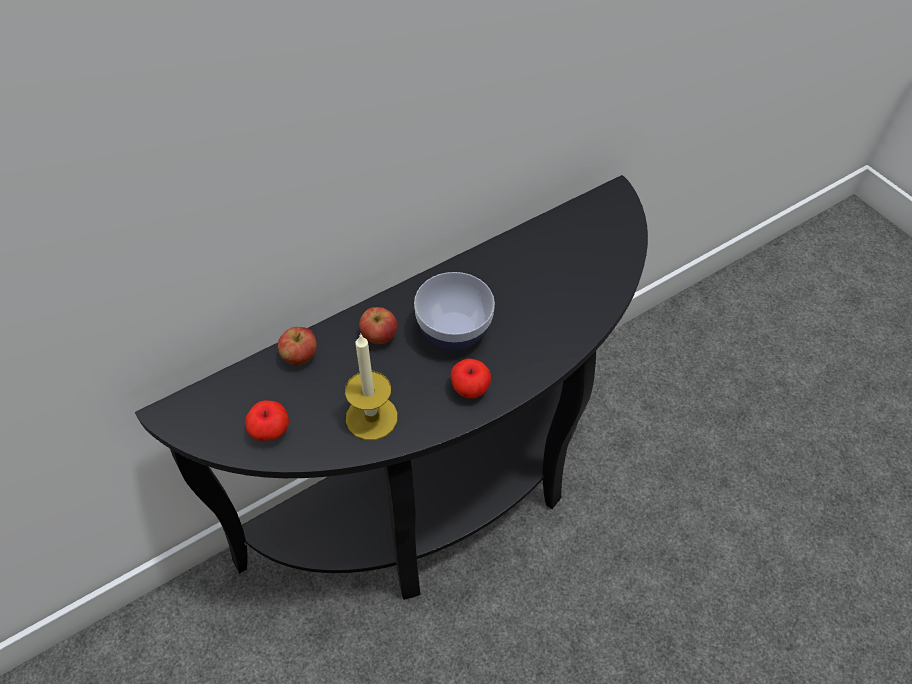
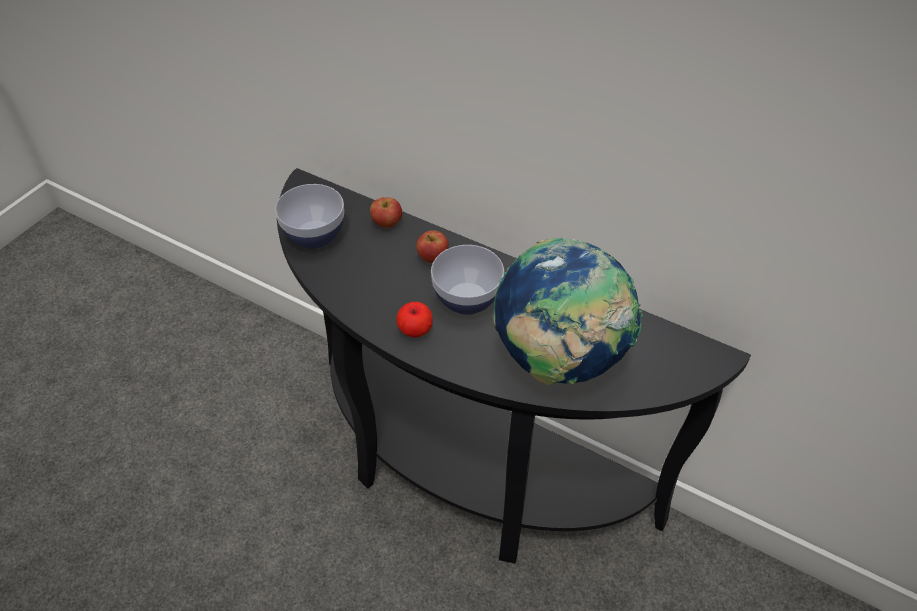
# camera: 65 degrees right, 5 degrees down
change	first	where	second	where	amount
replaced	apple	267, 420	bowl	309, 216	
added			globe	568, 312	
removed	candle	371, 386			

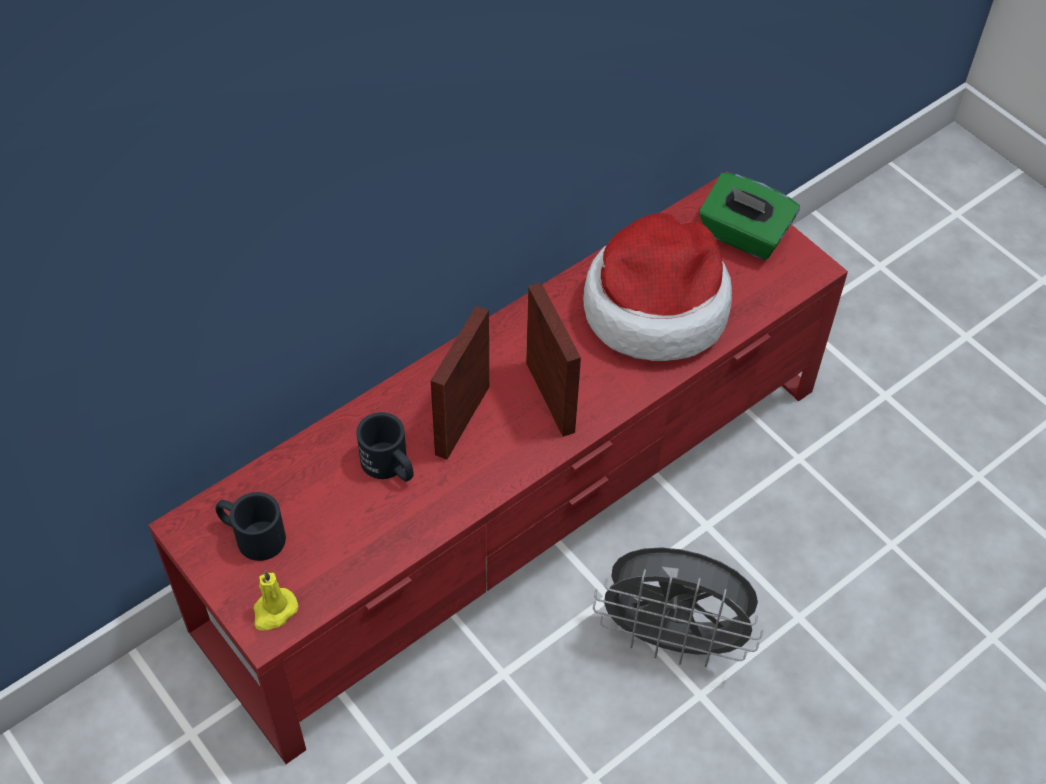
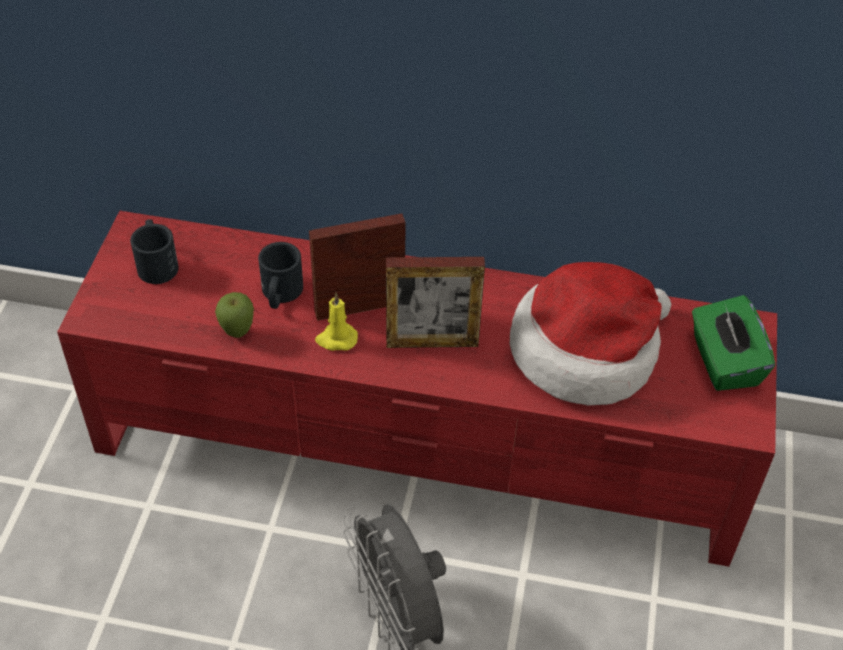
# camera: 50 degrees right, 5 degrees down
change	first	where	second	where	amount
added			apple	234, 315	
moved	yellow candle	275, 600		336, 322	
turned	picture frame	553, 359		435, 302	60 degrees clockwise

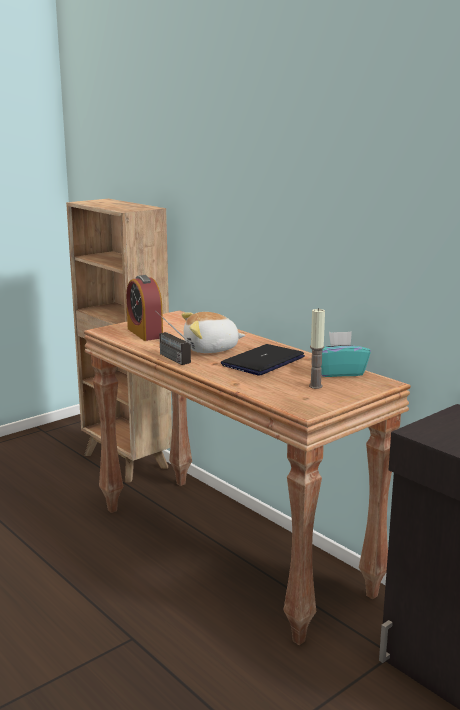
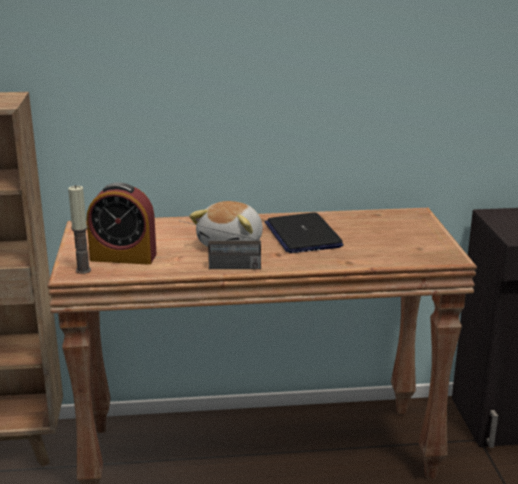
# camera: 55 degrees left, 5 degrees up
change	first	where	second	where	amount
moved	candle	317, 348		79, 229	
removed	turquoise tissue box	346, 354			

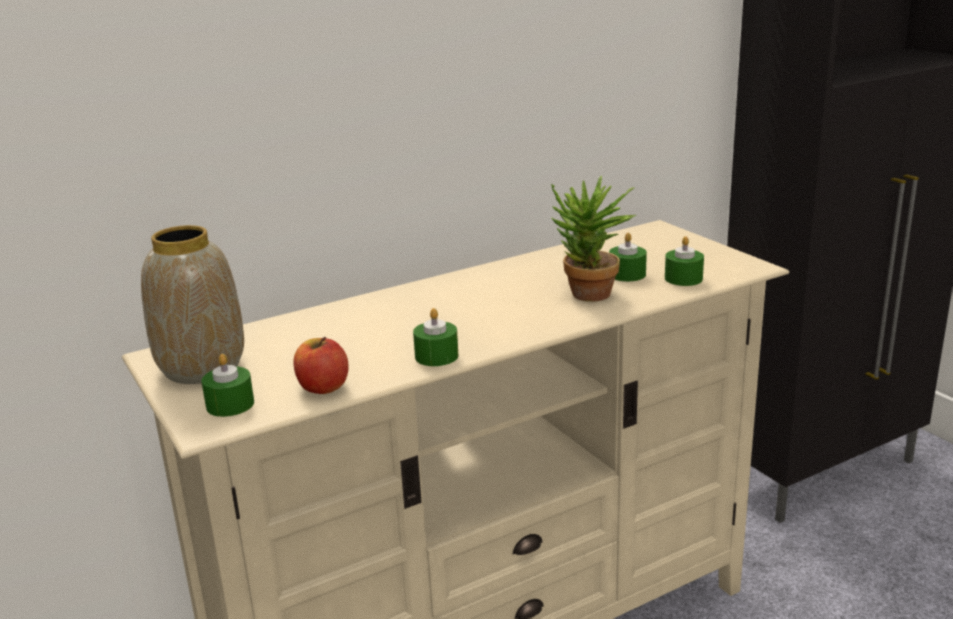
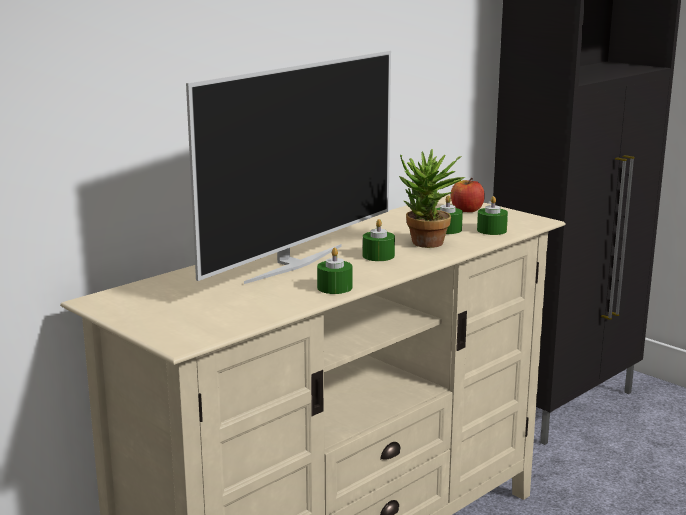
# camera: 15 degrees left, 5 degrees down
change	first	where	second	where	amount
added			television	288, 167	
moved	green candle	227, 385		379, 240	
moved	apple	320, 365		468, 195	
removed	vase	192, 304			

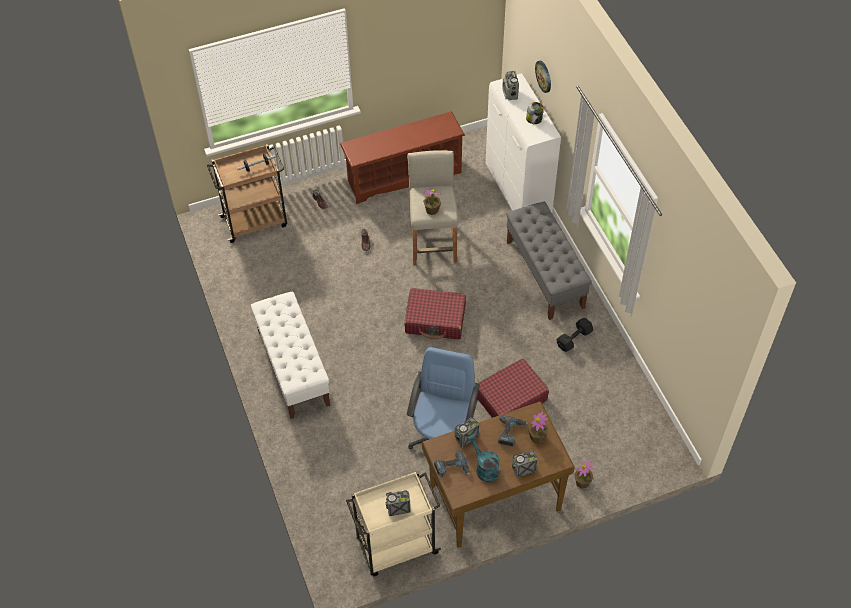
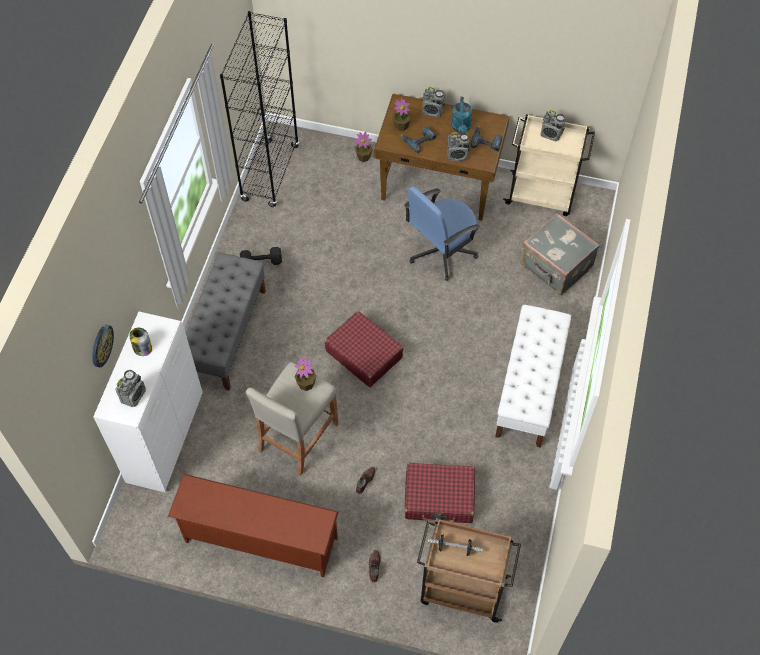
# camera: 145 degrees left, 5 degrees up
change	first	where	second	where	amount
added			black bookcase	259, 109	
moved	red suitcase	513, 388		440, 493	
added			grey suitcase	560, 254	

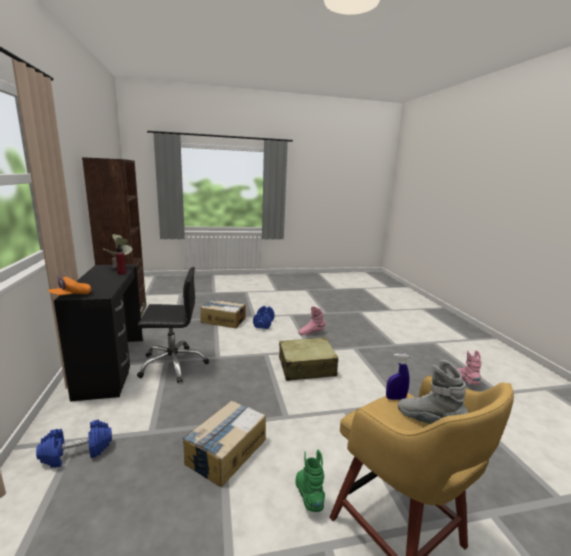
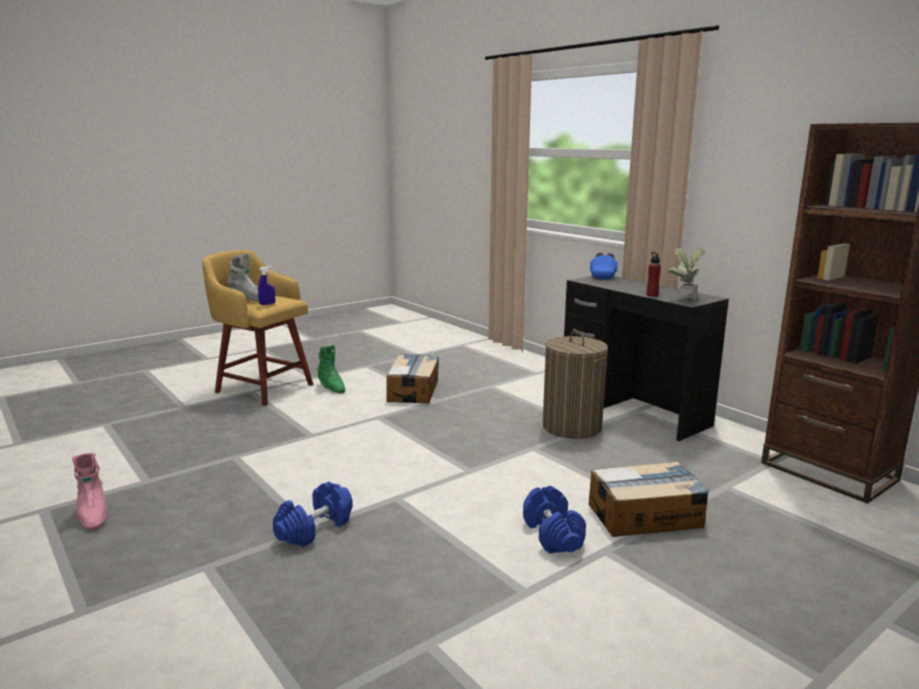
# camera: 155 degrees right, 0 degrees up
change	first	where	second	where	amount
moved	blue dumbbell	74, 444		313, 514	
replaced	black office chair	173, 325	laundry basket	575, 384	
recoloured	orange cap	69, 285	blue cap	604, 266	
removed	beige suitcase	308, 359			
removed	pink boot	311, 320			

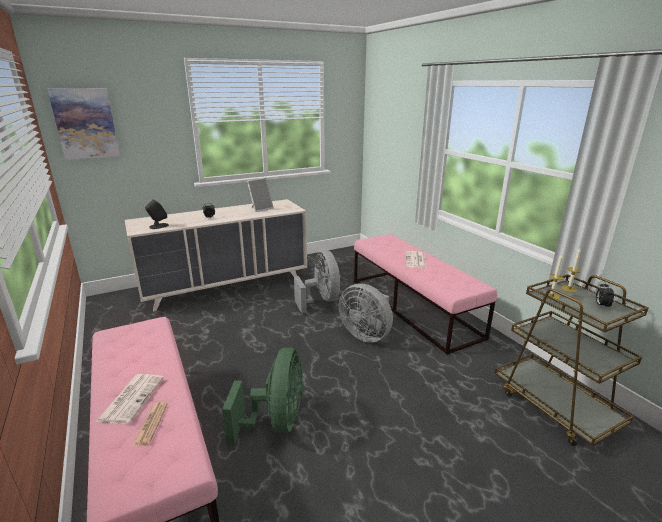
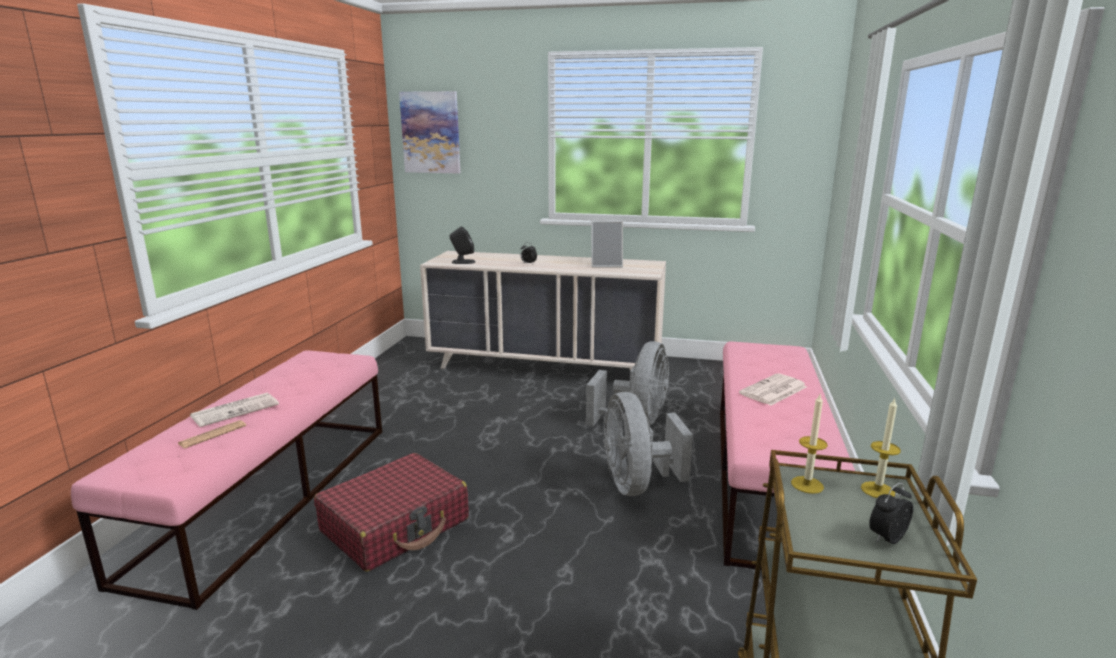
# camera: 40 degrees right, 5 degrees down
change	first	where	second	where	amount
replaced	green fan	263, 395	red suitcase	391, 512	

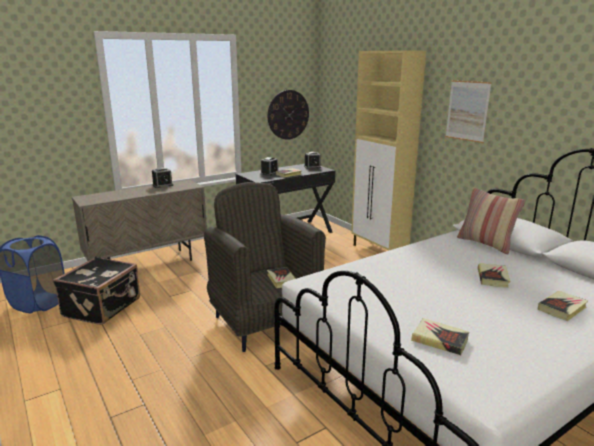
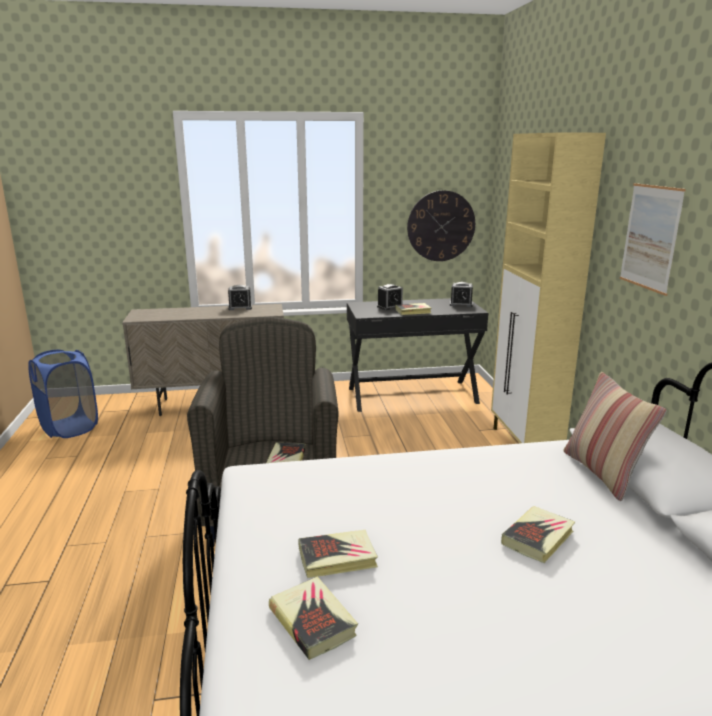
# camera: 25 degrees right, 0 degrees up
change	first	where	second	where	amount
moved	book	563, 306		338, 554	
removed	black suitcase	96, 291			

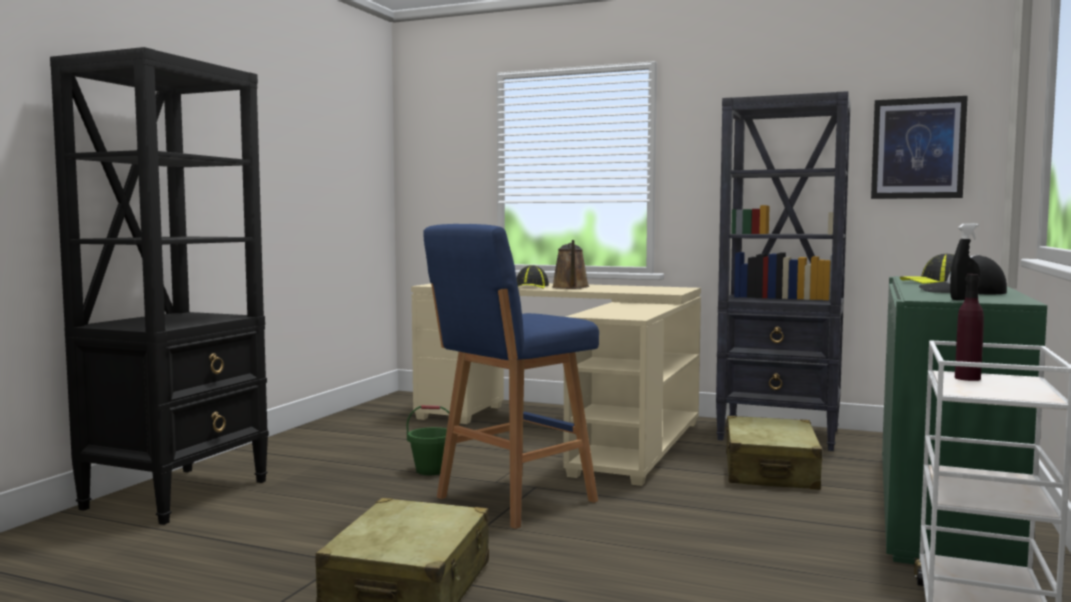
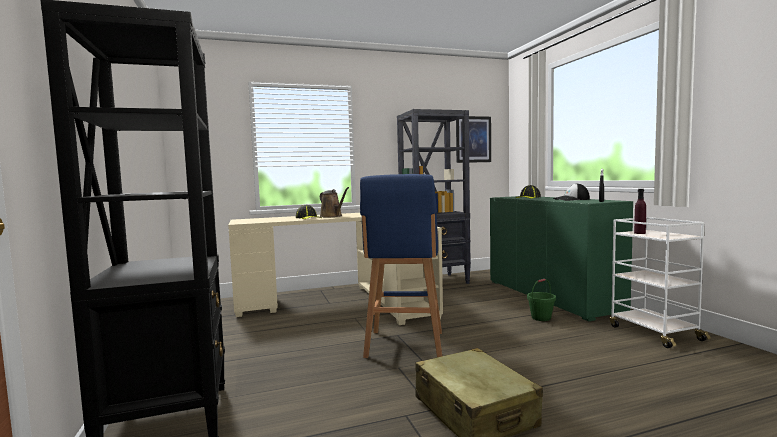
# camera: 40 degrees left, 0 degrees up
change	first	where	second	where	amount
moved	green bucket	428, 440		541, 300	
removed	beige suitcase	774, 453			

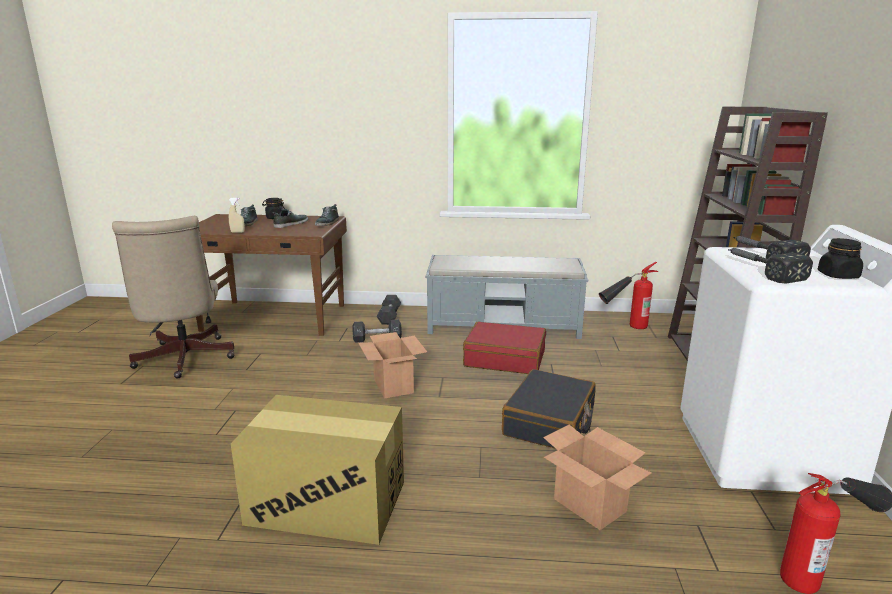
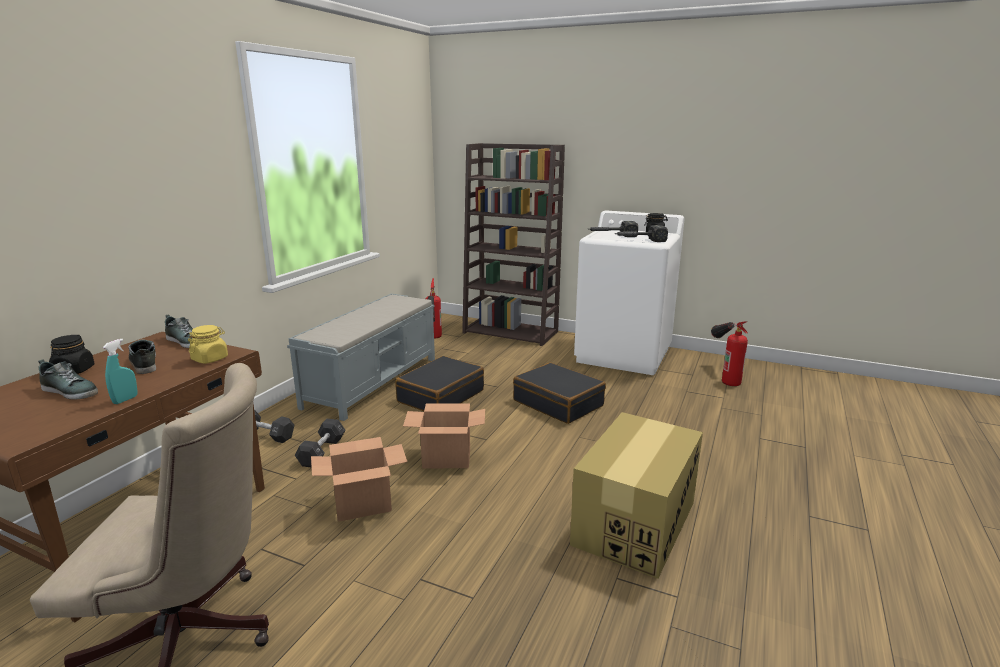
# camera: 70 degrees left, 0 degrees up
change	first	where	second	where	amount
recoloured	beige spray bottle	237, 215	turquoise spray bottle	120, 371	
added			yellow jar	208, 344	
moved	cardboard box	597, 477		359, 479	
recoloured	red suitcase	504, 348	black suitcase	439, 383	

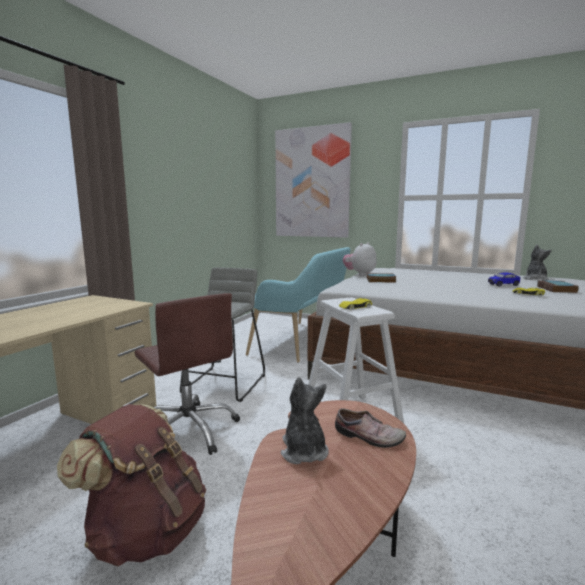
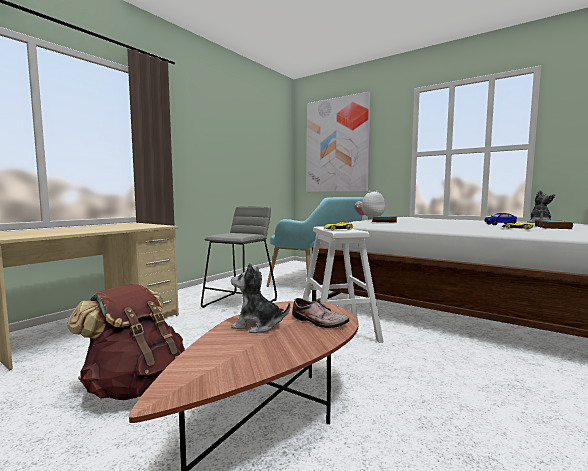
# camera: 10 degrees right, 5 degrees down
change	first	where	second	where	amount
turned	plush toy	305, 420		260, 298	75 degrees counterclockwise
removed	brown office chair	187, 374			

